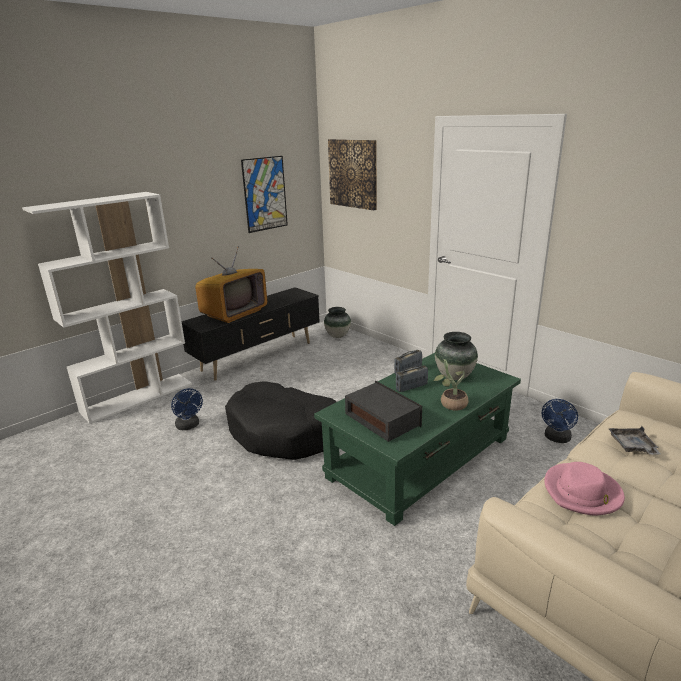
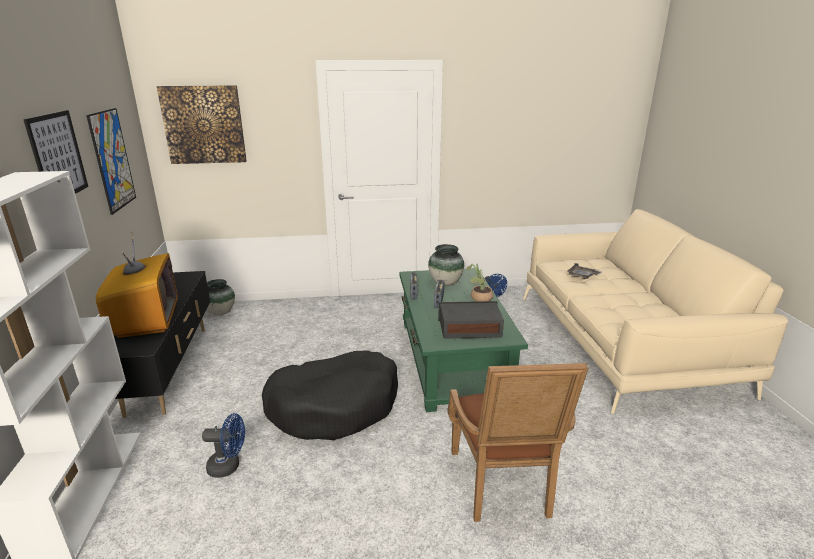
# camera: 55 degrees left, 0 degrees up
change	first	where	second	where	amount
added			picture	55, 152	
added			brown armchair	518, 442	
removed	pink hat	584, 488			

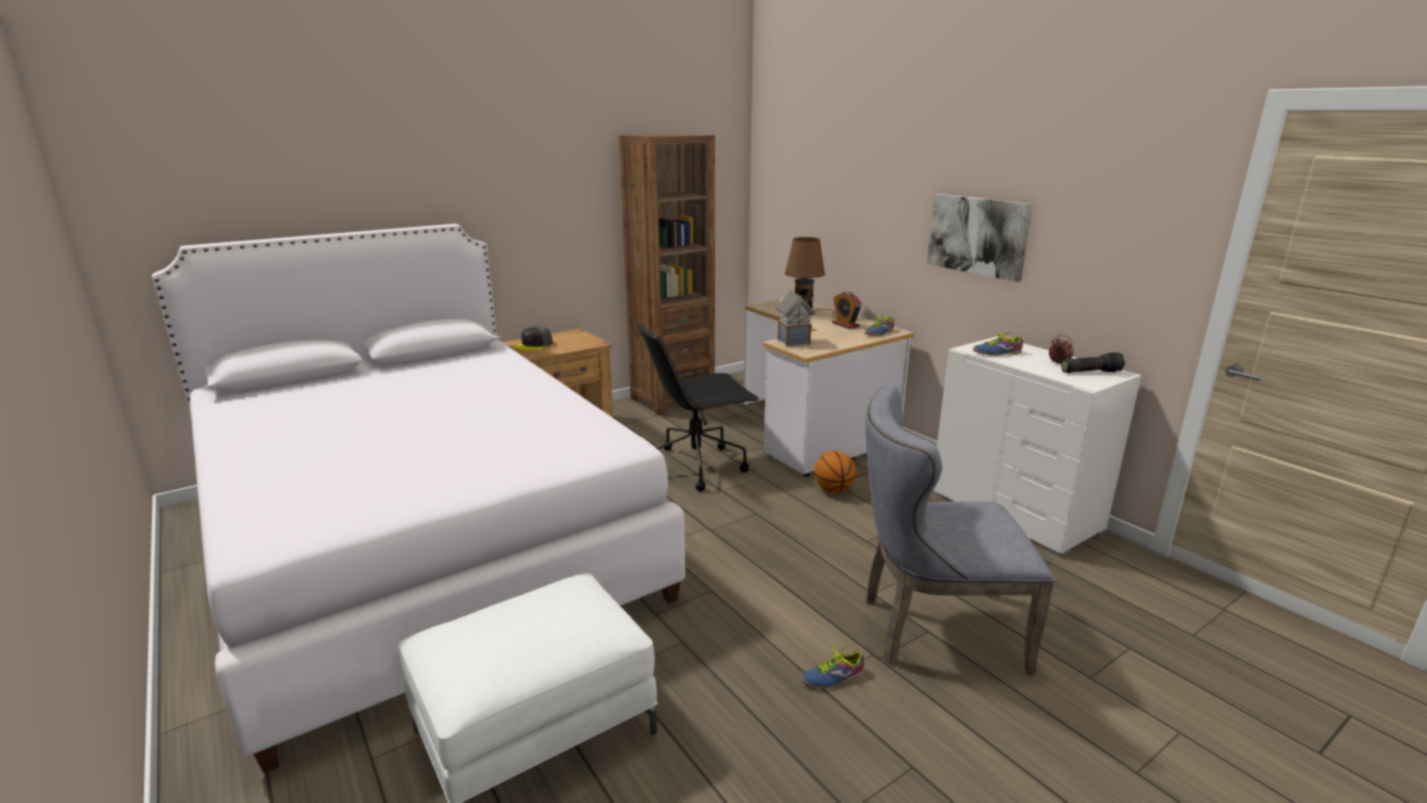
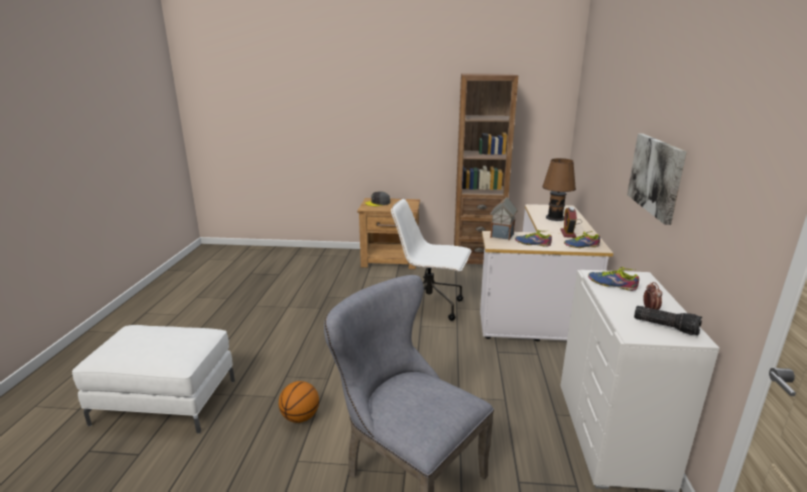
# camera: 40 degrees right, 0 degrees up
change	first	where	second	where	amount
moved	basketball	835, 472		299, 402	
recoloured	black office chair	698, 406	white office chair	431, 260	
moved	shoe	832, 666		533, 238	
removed	white bed	418, 498			

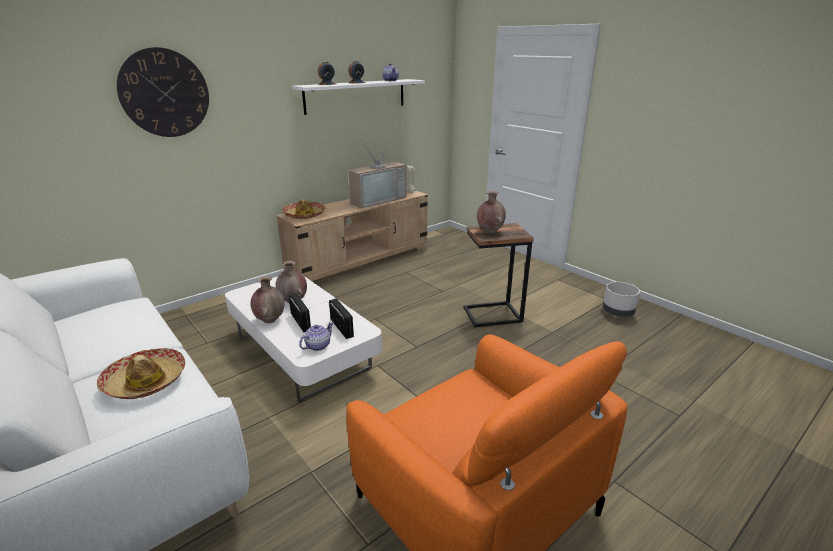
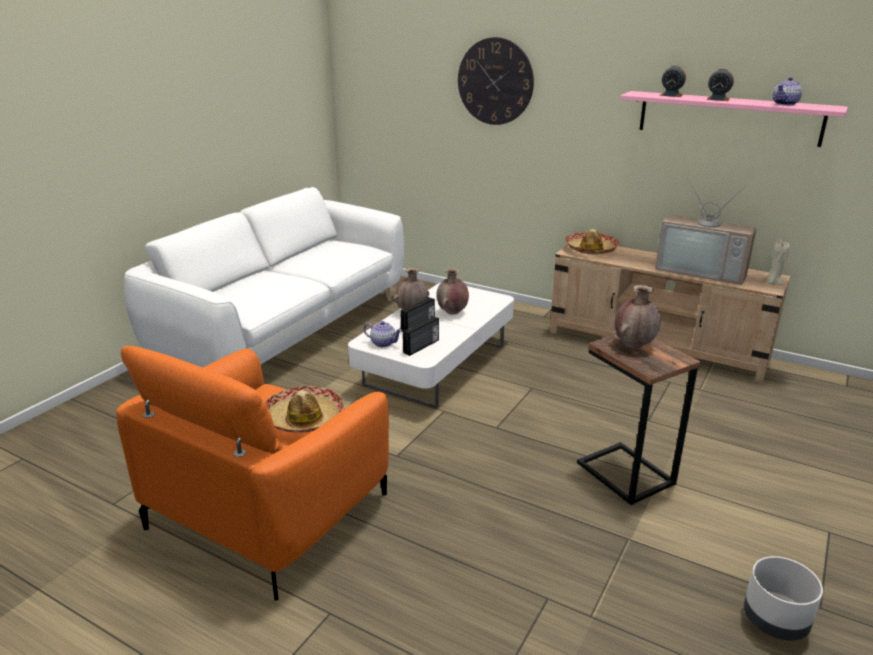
# camera: 70 degrees right, 0 degrees up
change	first	where	second	where	amount
moved	hat	141, 373		304, 409	
recoloured	white shelf	358, 97	pink shelf	734, 119	

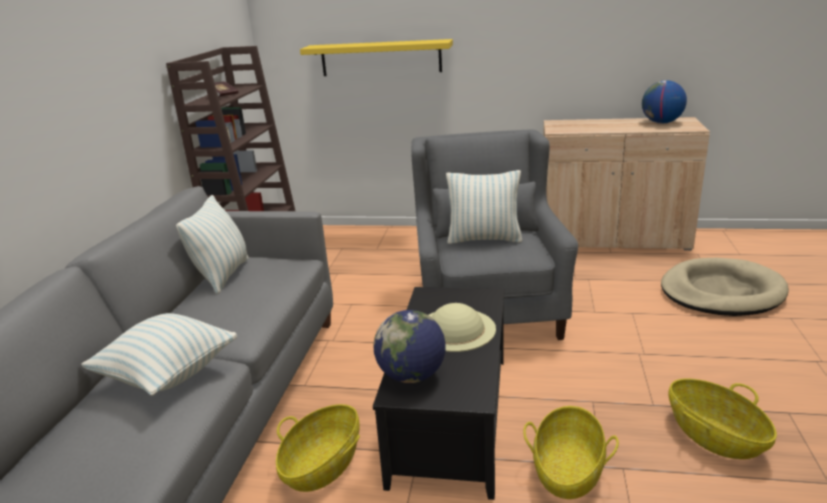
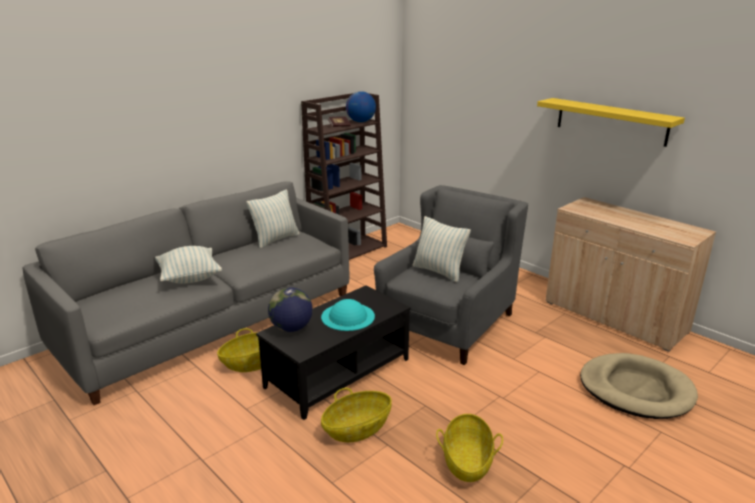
# camera: 35 degrees right, 0 degrees up
change	first	where	second	where	amount
recoloured	beige hat	462, 327	turquoise hat	348, 315	
moved	globe	664, 101		361, 106	
moved	yellow shelf	376, 57		611, 122	

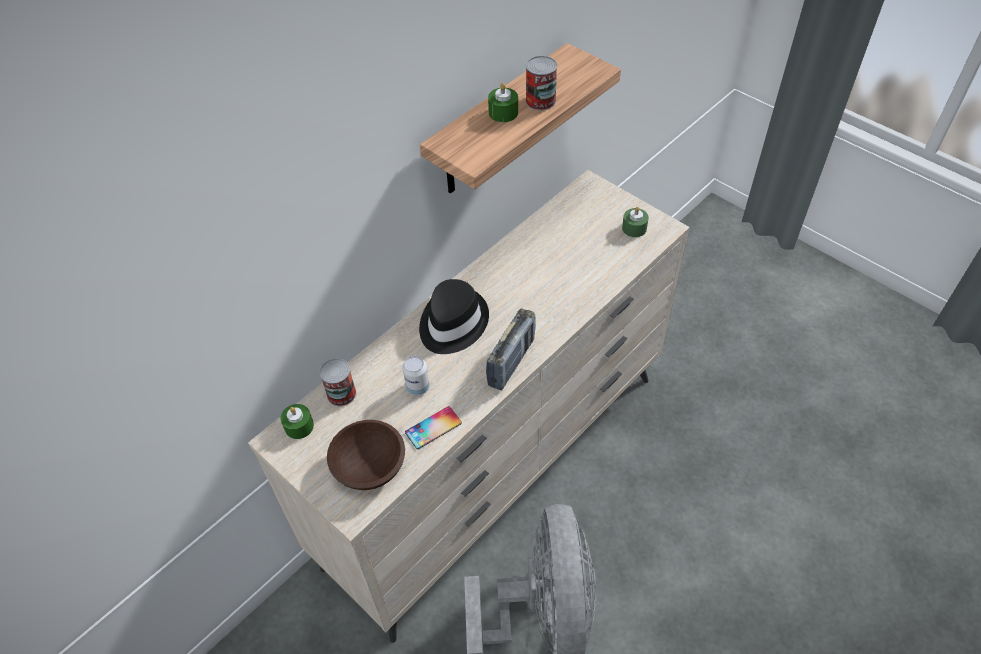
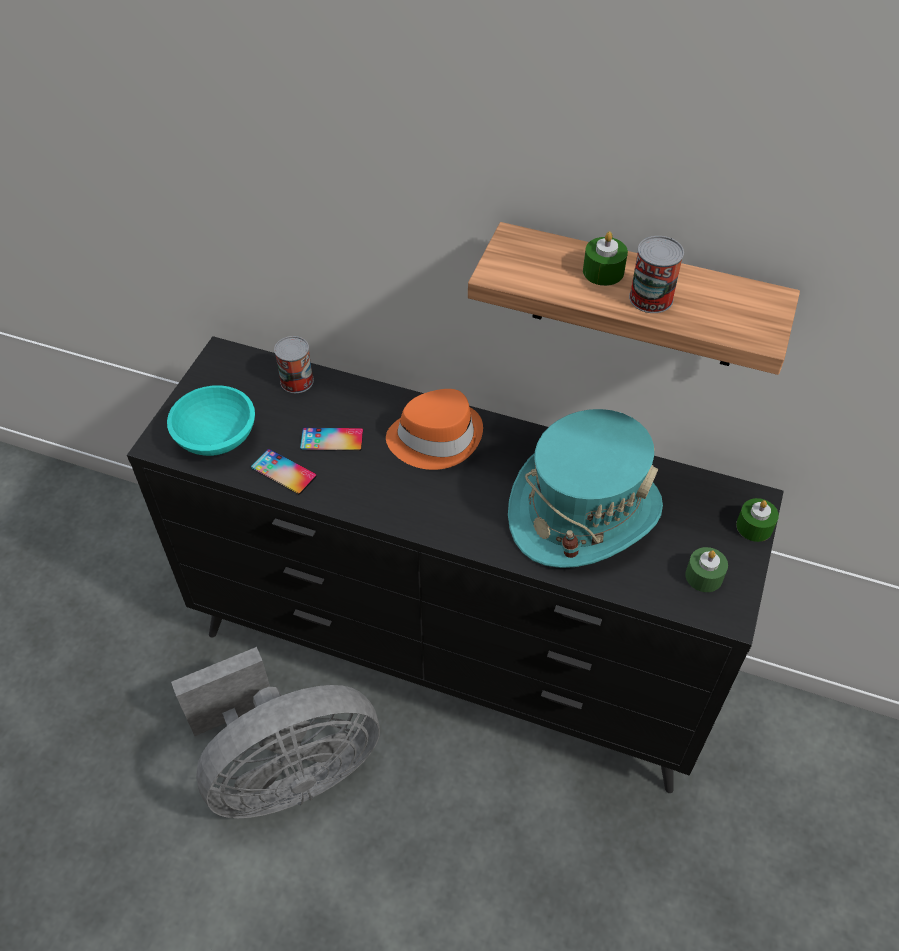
# camera: 65 degrees right, 0 degrees up
change	first	where	second	where	amount
recoloured	beige dresser	469, 406	black dresser	455, 564	
recoloured	brown bowl	366, 455	turquoise bowl	211, 420	
replaced	can	416, 375	phone	331, 439	
recoloured	black hat	454, 316	orange hat	434, 429	
added			turquoise hat	585, 488	
moved	green candle	297, 421		757, 520	
removed	radio	511, 349			

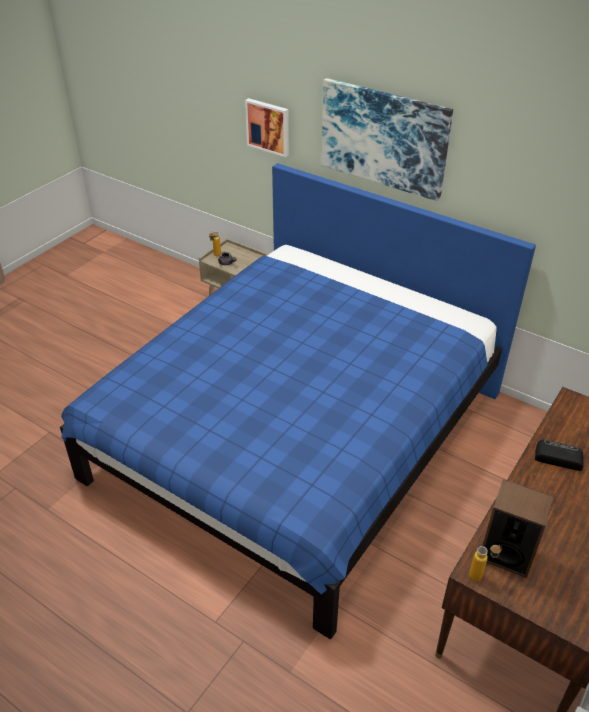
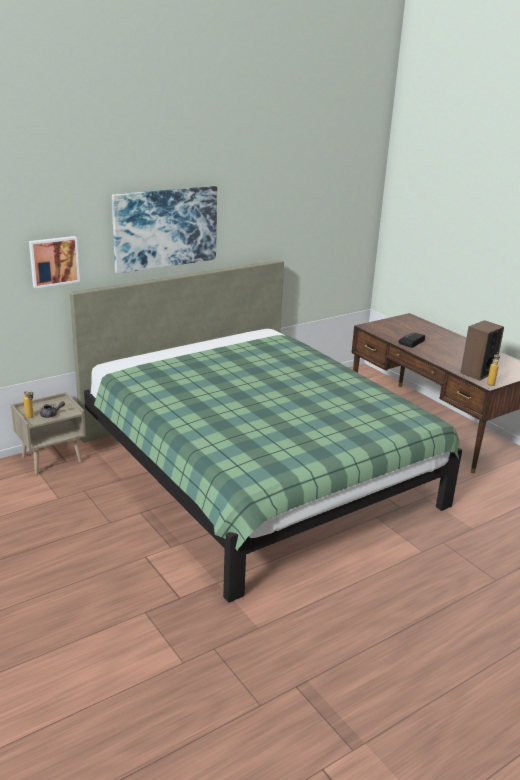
# camera: 70 degrees left, 15 degrees down
change	first	where	second	where	amount
recoloured	blue bed	298, 401	green bed	266, 431	

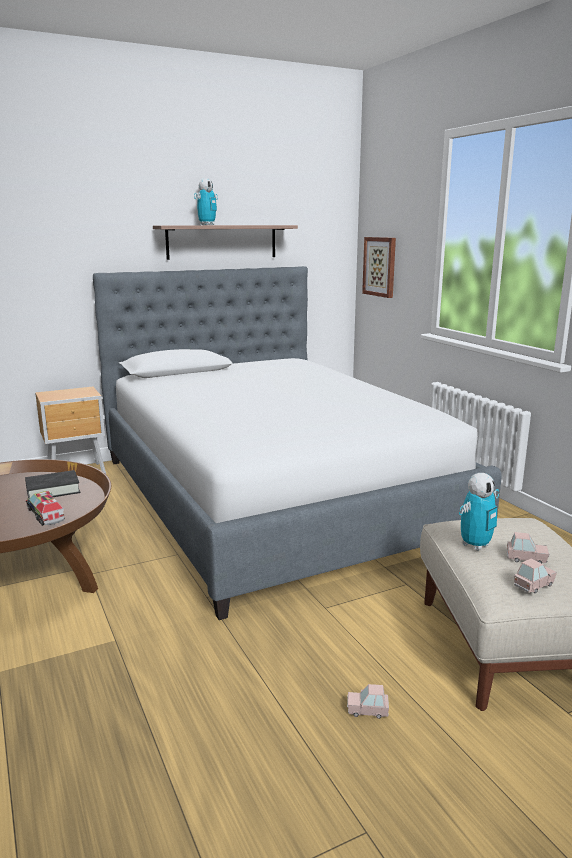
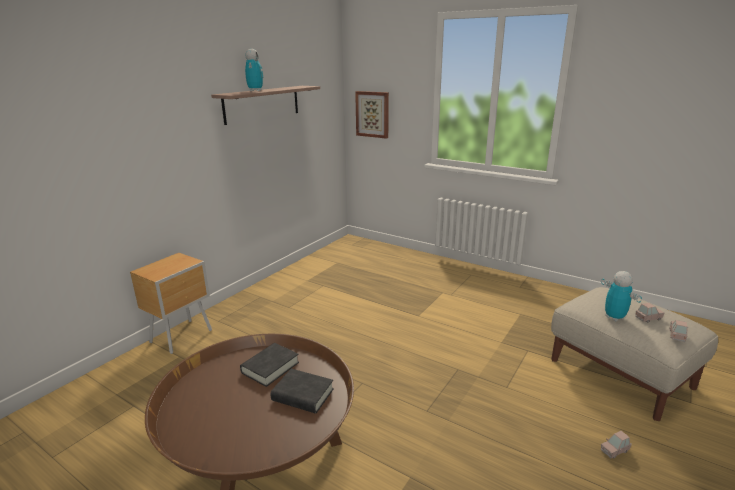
# camera: 30 degrees left, 5 degrees up
change	first	where	second	where	amount
replaced	toy truck	45, 508	black book	302, 391	
turned	toy robot	479, 512		621, 296	45 degrees counterclockwise
removed	bed	297, 443			

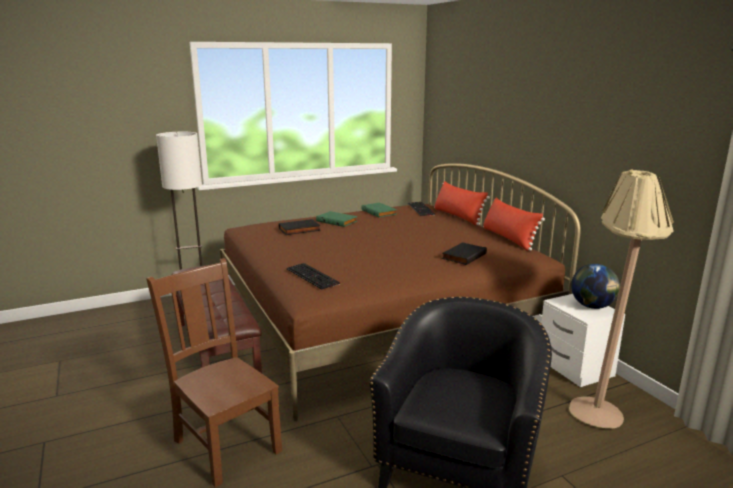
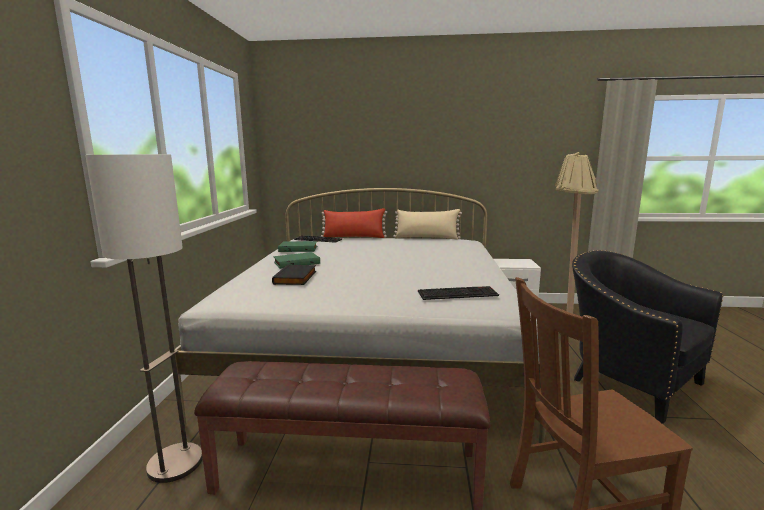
# camera: 60 degrees left, 5 degrees down
change	first	where	second	where	amount
recoloured	brown bed	400, 292	white bed	358, 315	
recoloured	red pillow	514, 224	beige pillow	427, 224	
removed	black book	464, 253			
removed	globe	595, 286			

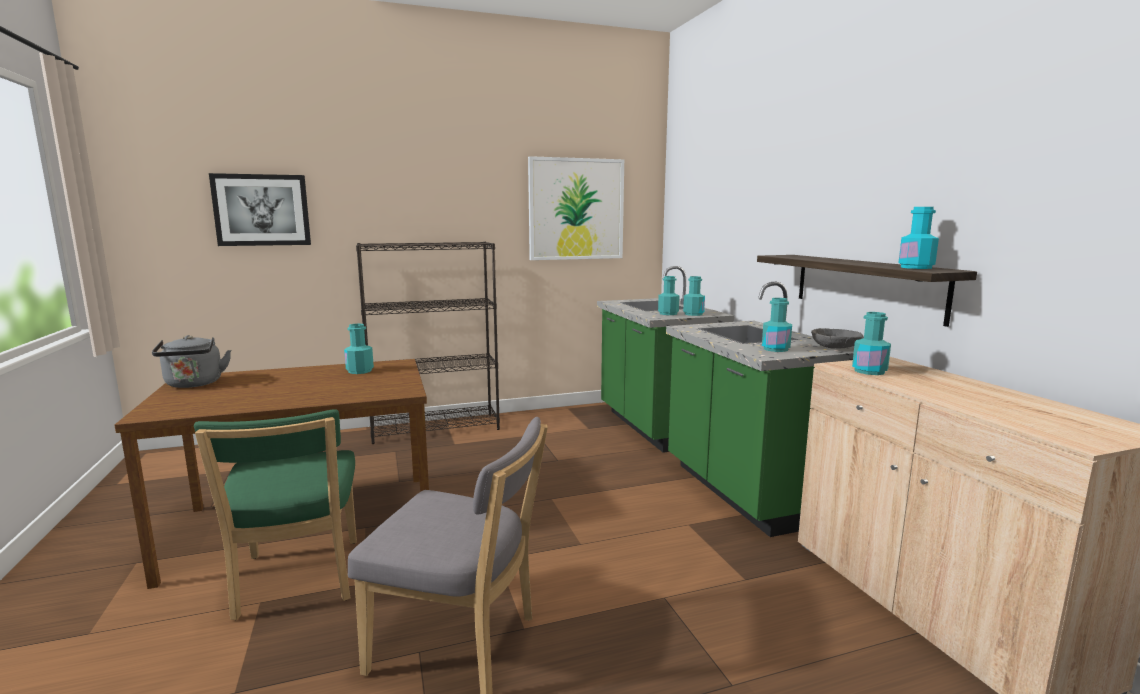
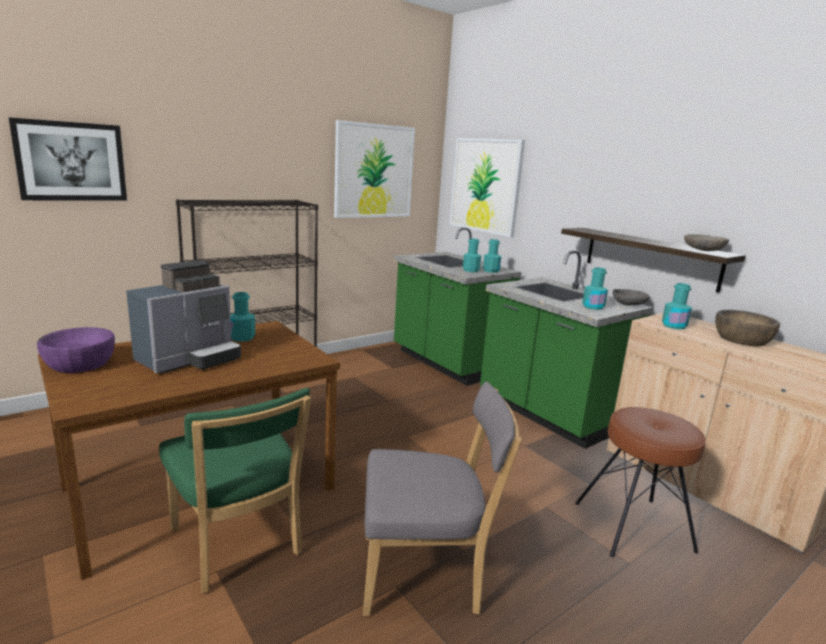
# camera: 20 degrees left, 5 degrees up
change	first	where	second	where	amount
replaced	grey kettle	191, 361	purple bowl	76, 350	
added			coffee machine	183, 316	
added			picture	487, 187	
added			brown stool	640, 482	
replaced	turquoise bottle	918, 238	grey bowl	706, 242	
added			brown bowl	747, 328	

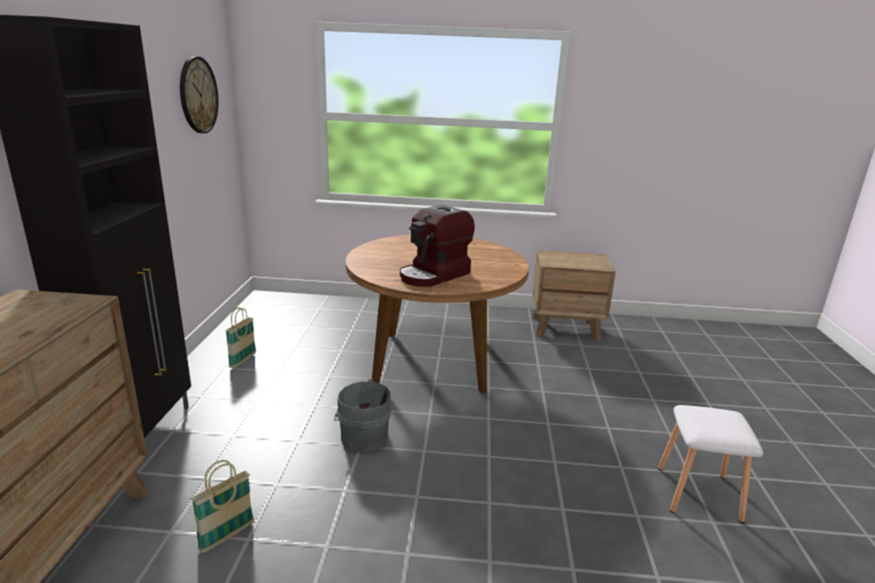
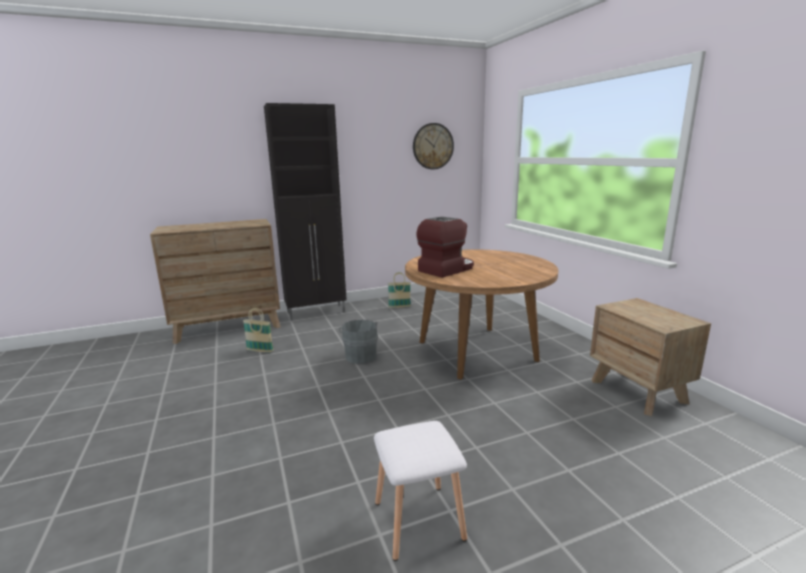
# camera: 65 degrees right, 5 degrees down
change	first	where	second	where	amount
turned	coffee machine	437, 246		445, 247	120 degrees clockwise

